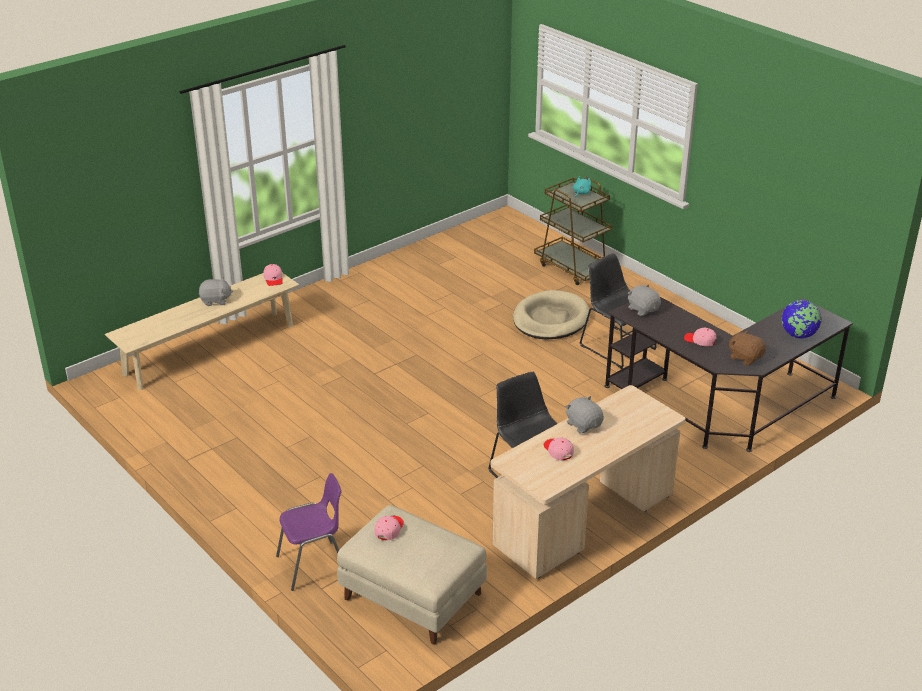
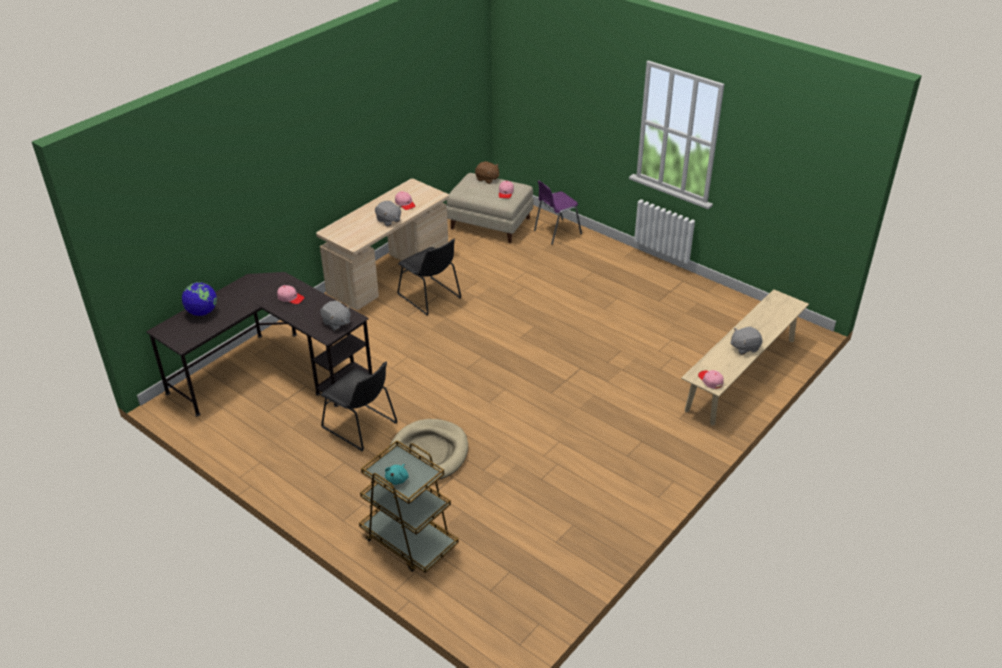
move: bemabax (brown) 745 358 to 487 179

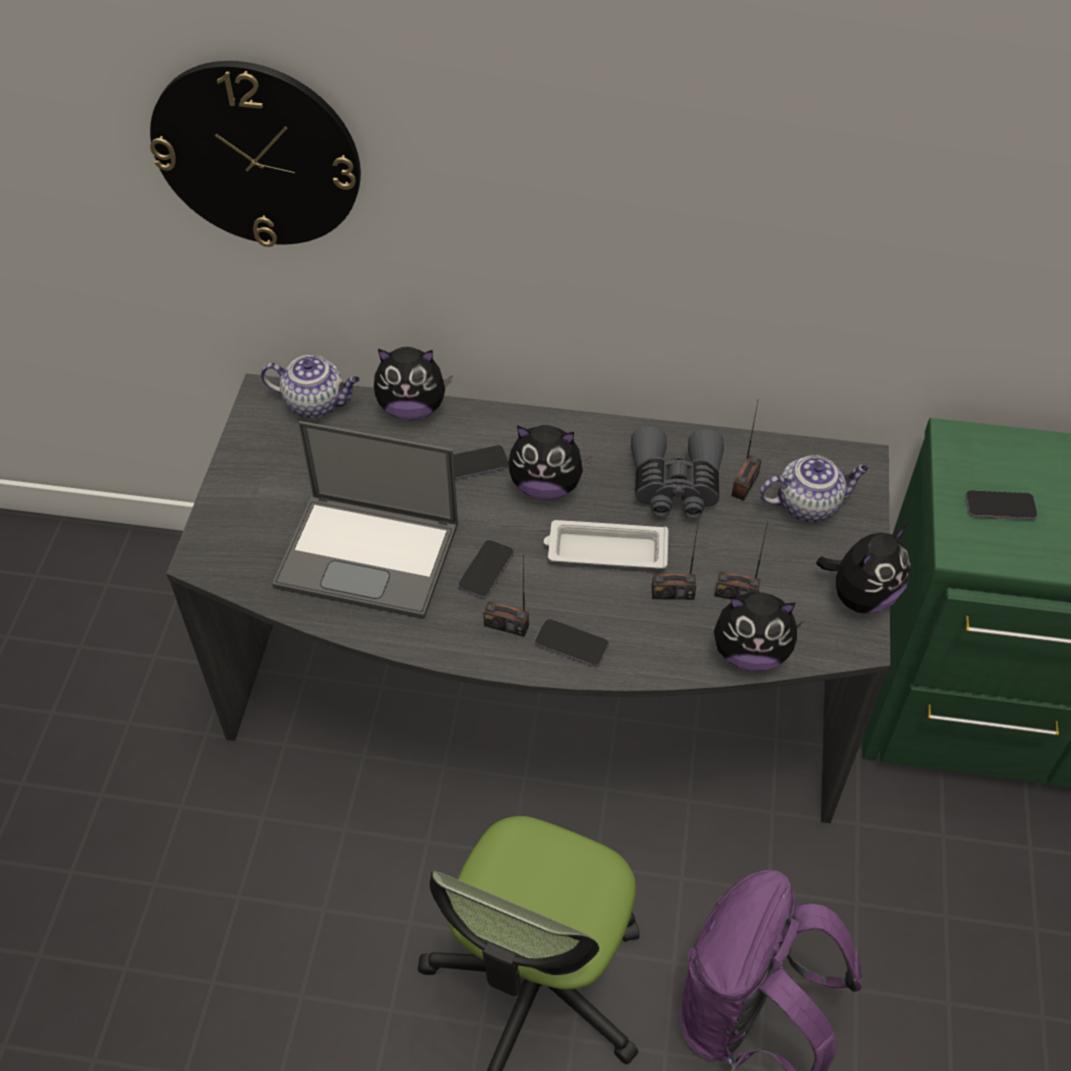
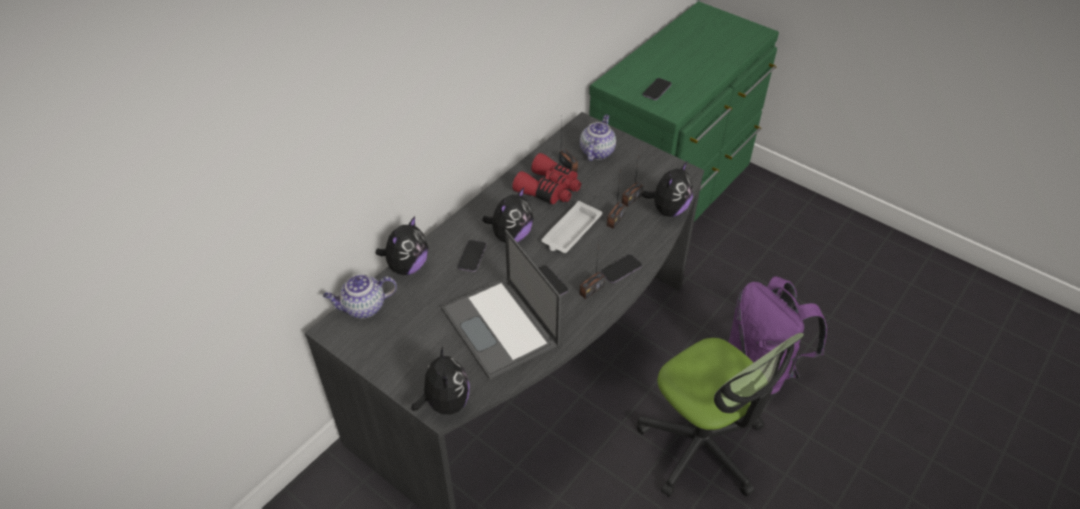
delete: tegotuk 257 154
move: bemabax 861 596 to 445 402
recolor: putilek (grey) 675 485 to putilek (red) 549 189
rotate: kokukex 316 403 = 363 307 150 degrees counterclockwise; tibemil 370 555 = 501 327 105 degrees clockwise

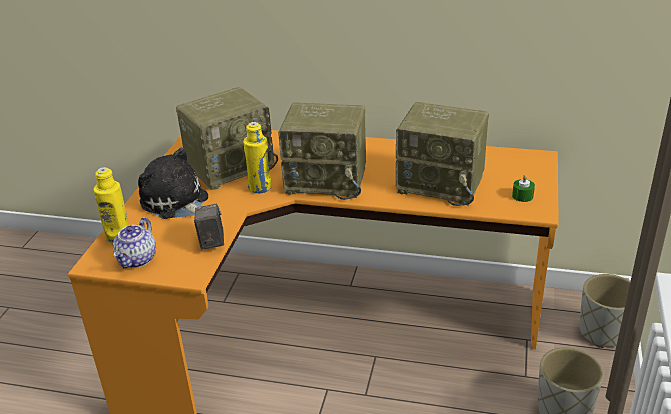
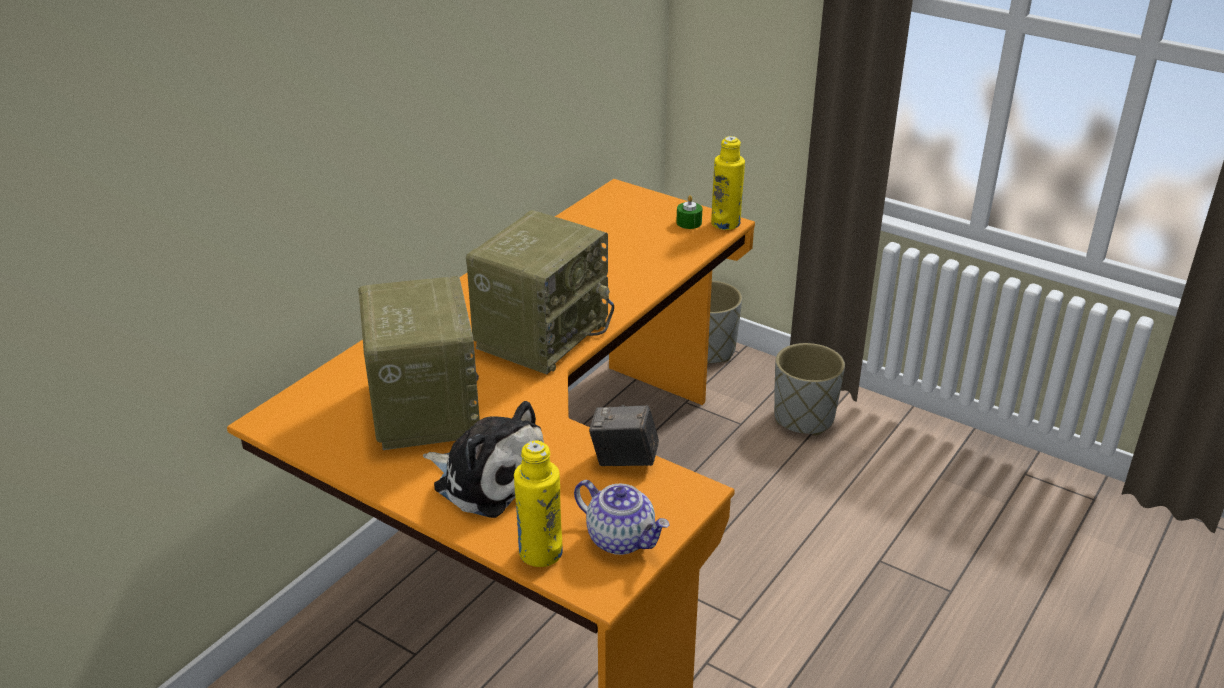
delete: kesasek 442 183
move: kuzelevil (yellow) 260 187 to 725 223
rotate: bemabax 176 203 = 487 477 120 degrees counterclockwise

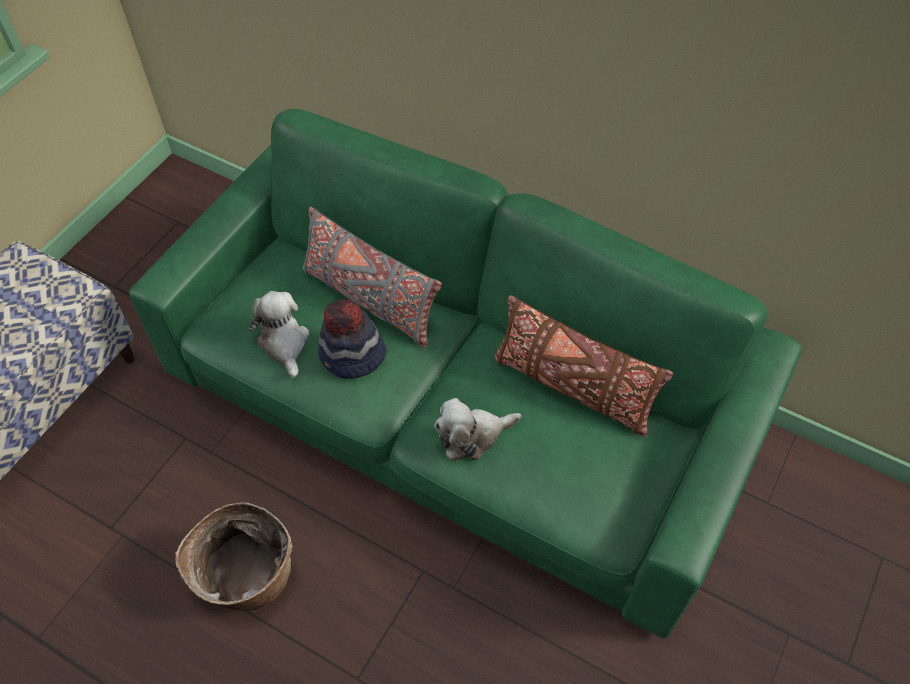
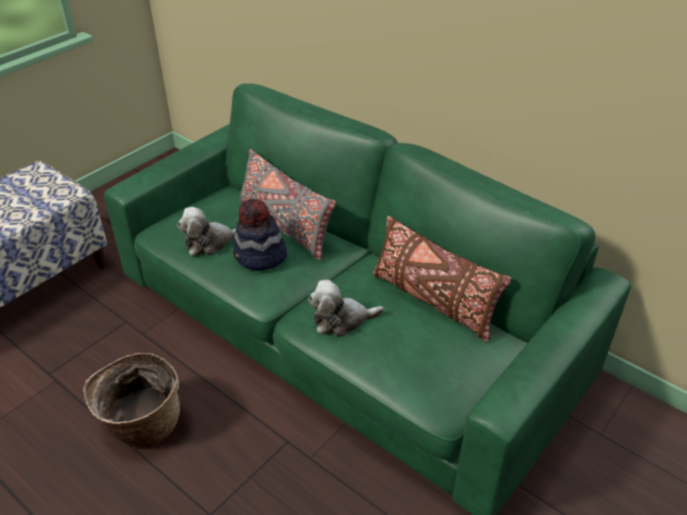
rotate: bemabax 284 343 = 210 242 105 degrees counterclockwise

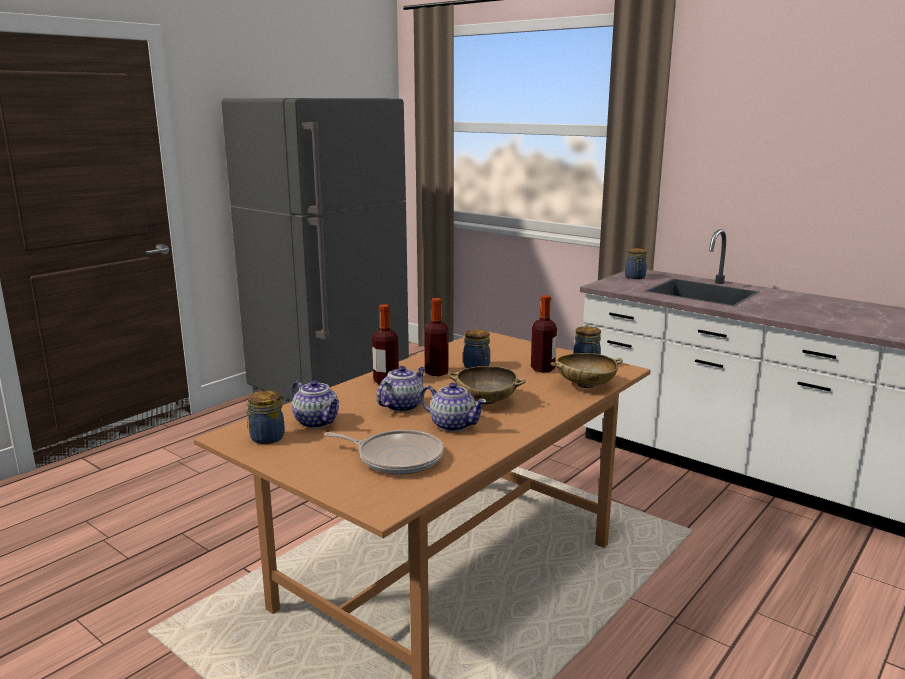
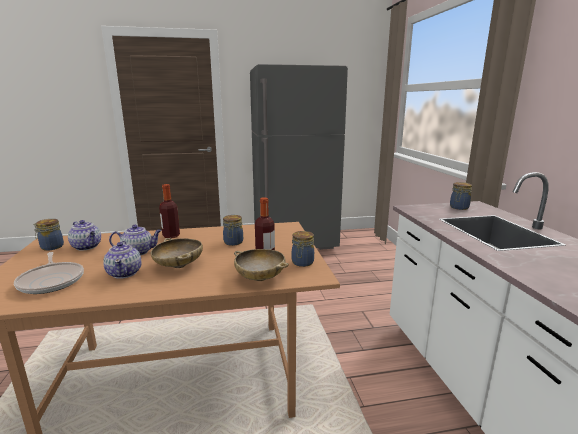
delete: kuzelevil 436 372
rotate: kokukex 317 422 = 87 247 45 degrees counterclockwise

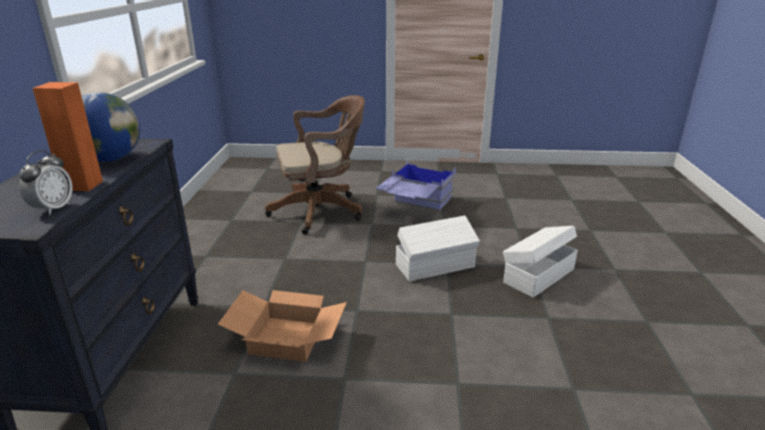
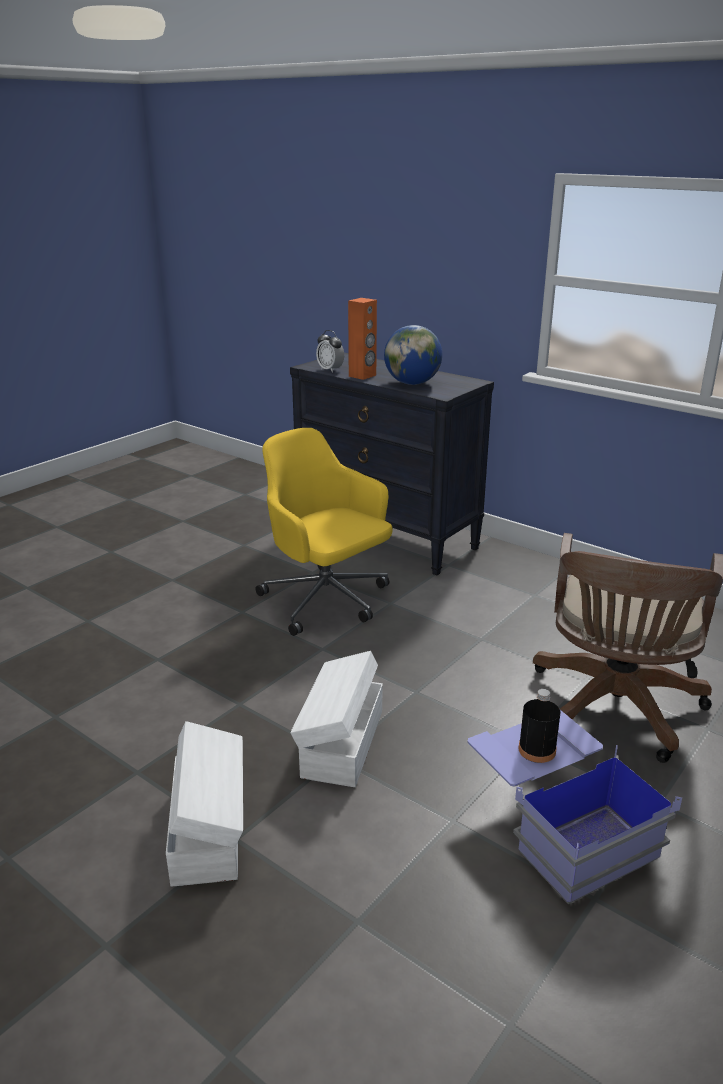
insert: kuzelevil (black) 537 750
replace: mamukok 285 339 to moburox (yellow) 326 601

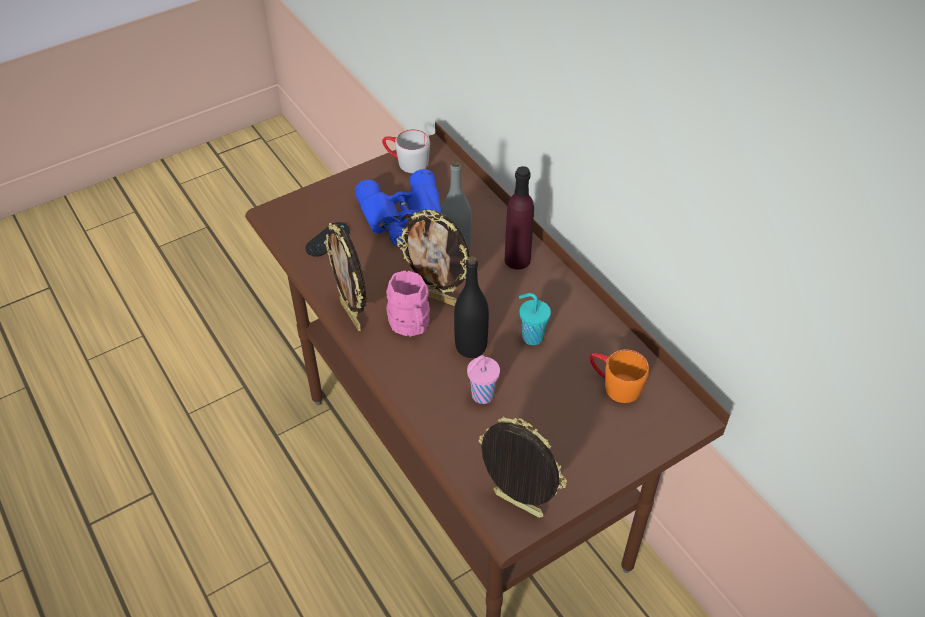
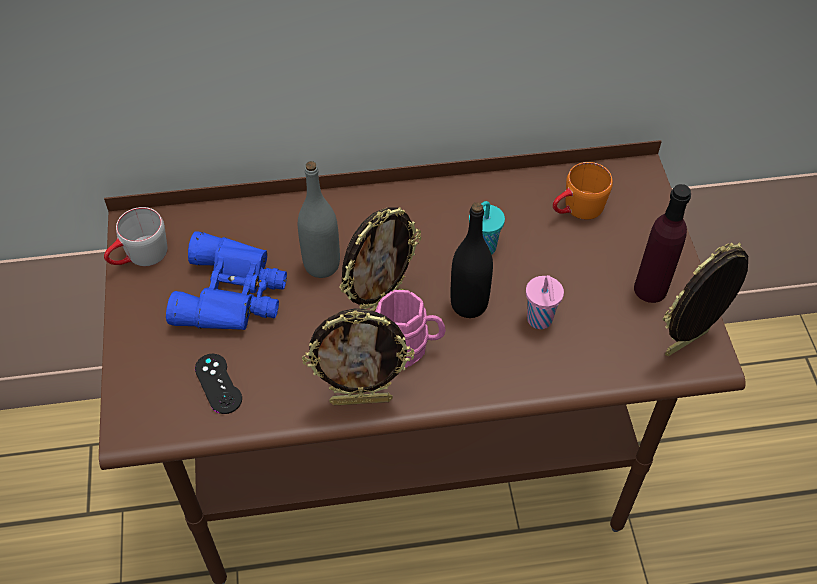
move: kuzelevil (purple) 517 260 to 650 289

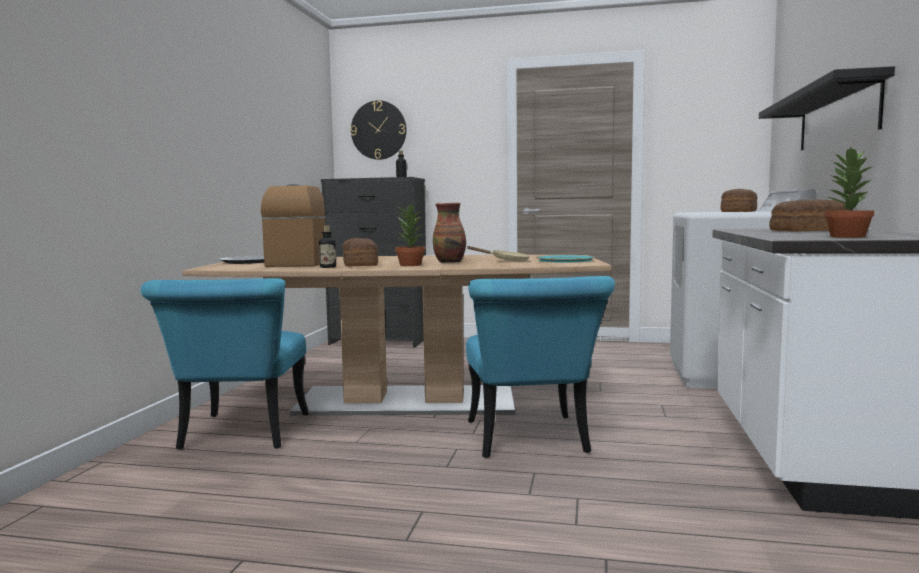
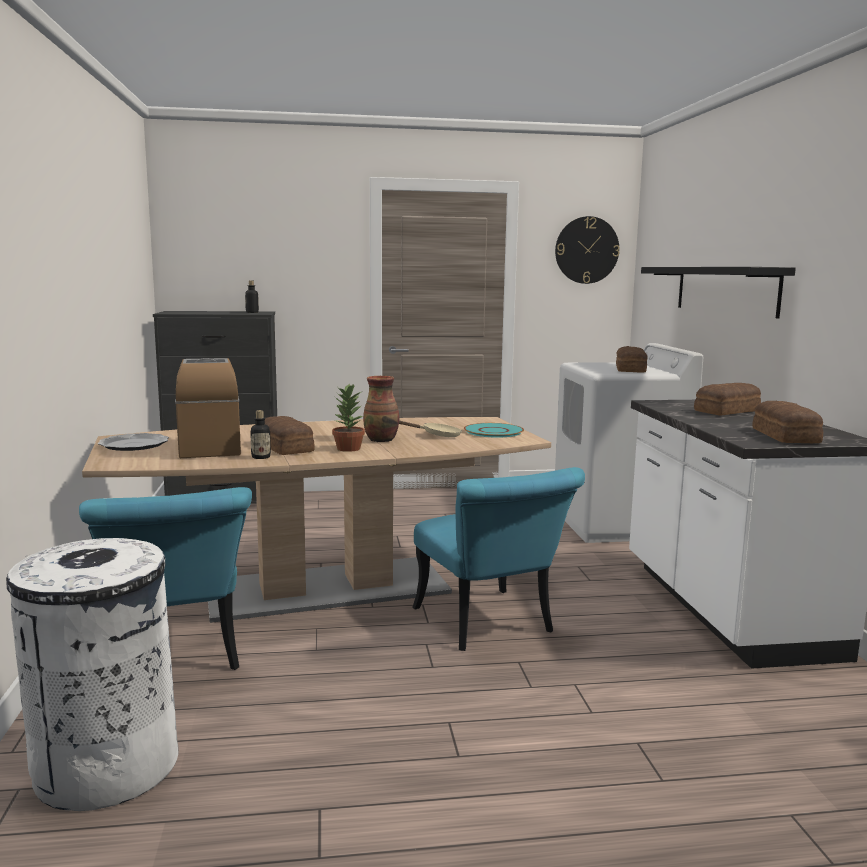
insert: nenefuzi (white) 106 767
move: tegotuk 378 130 to 586 250
replace: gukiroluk 846 236 to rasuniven 784 436

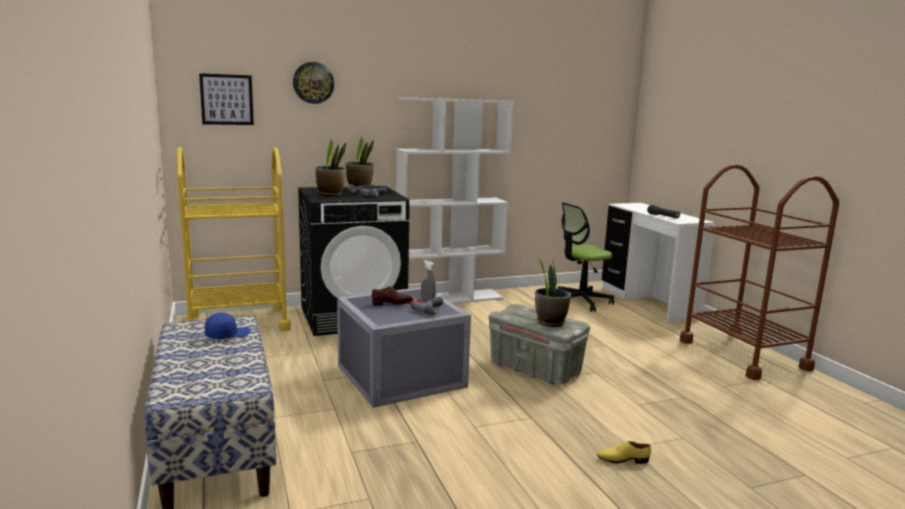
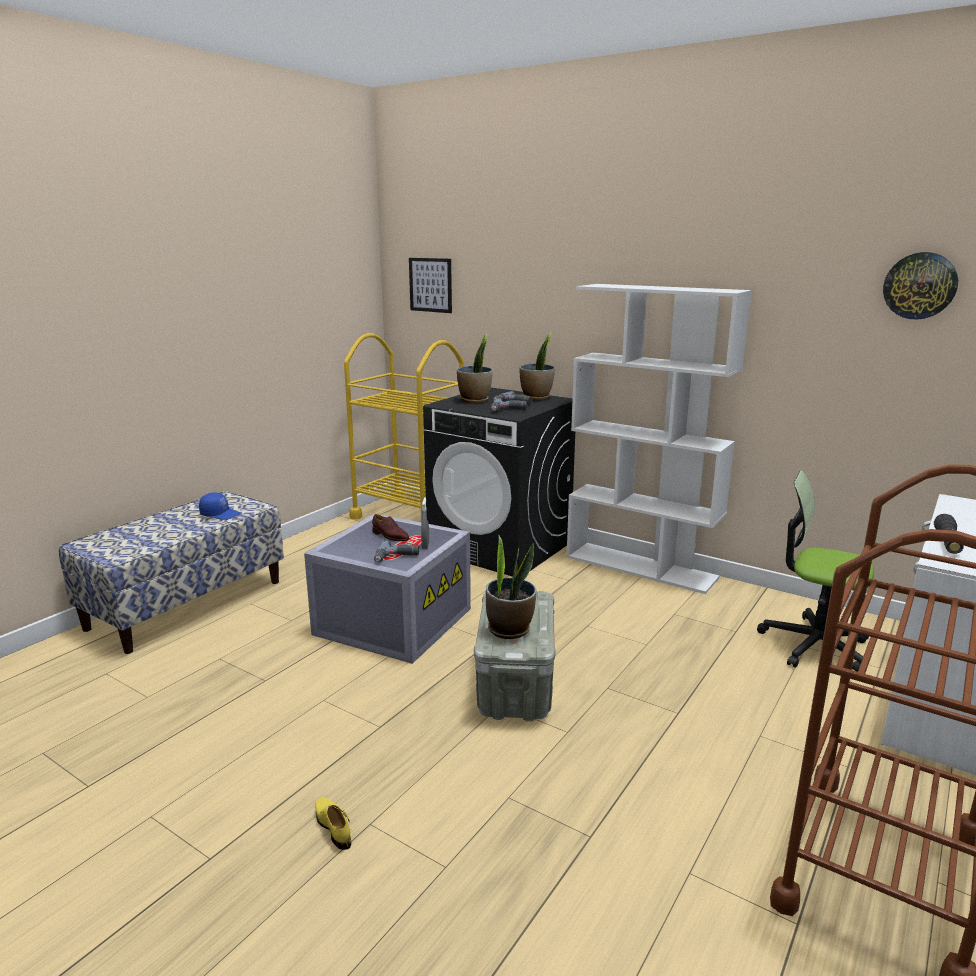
move: tegotuk 313 83 to 920 286

